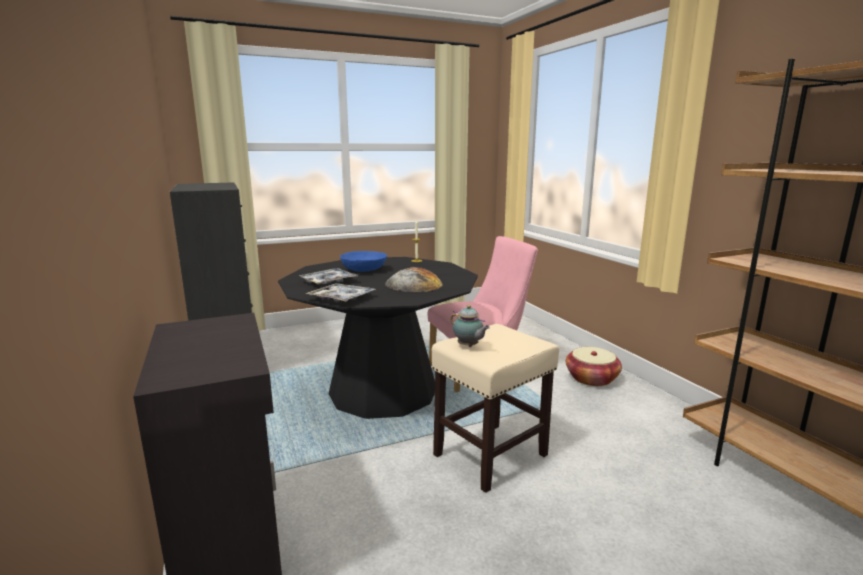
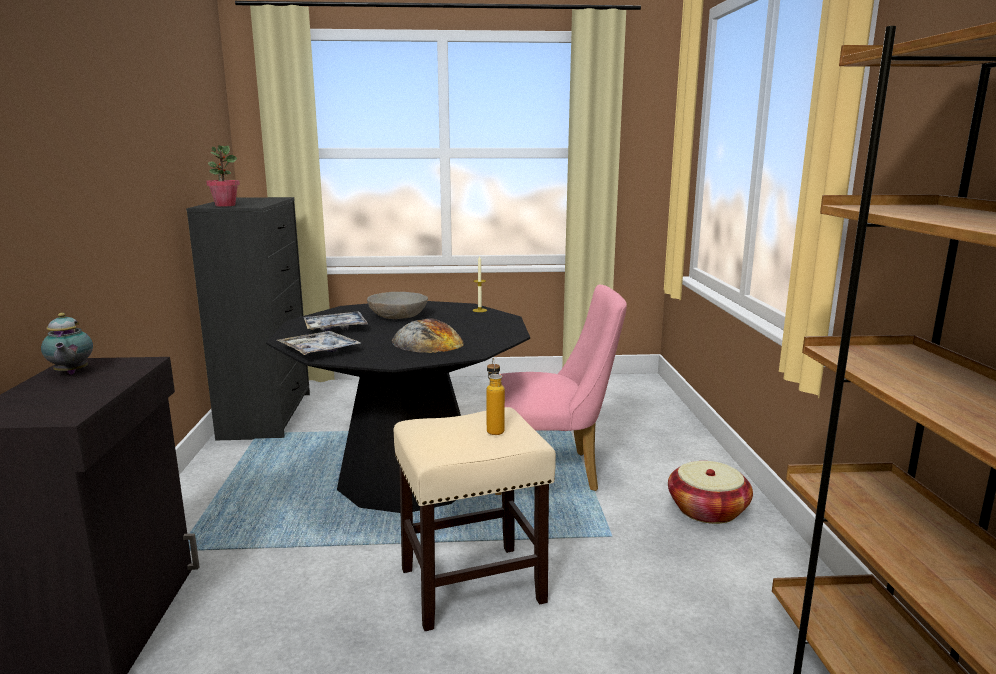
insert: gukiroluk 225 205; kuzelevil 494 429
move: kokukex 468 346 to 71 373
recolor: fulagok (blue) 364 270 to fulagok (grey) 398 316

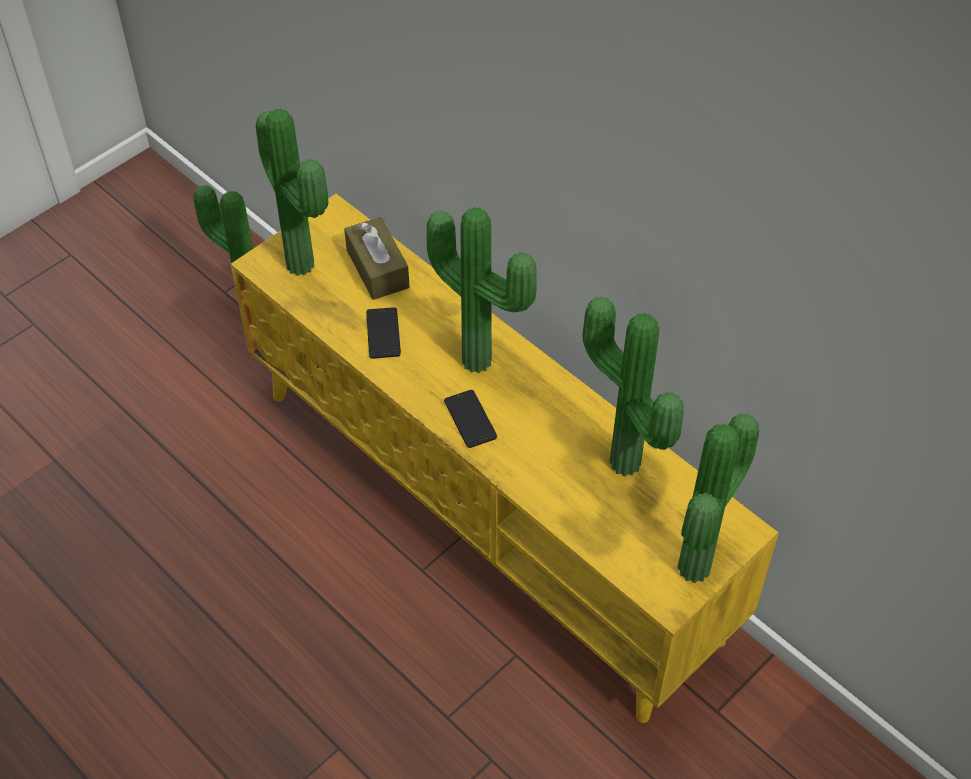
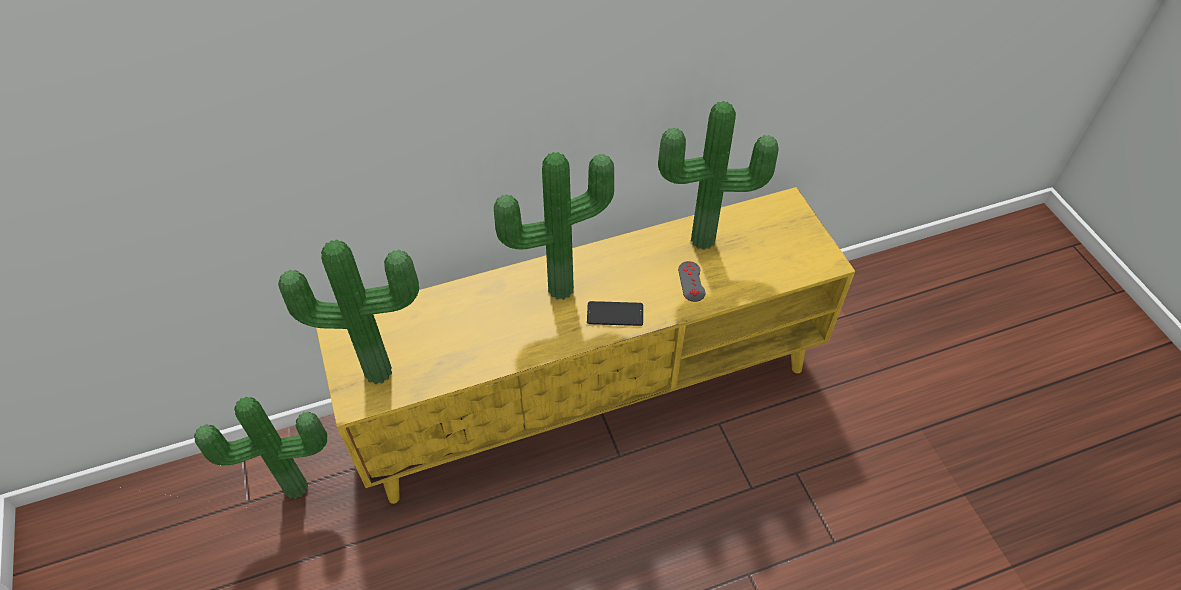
delete: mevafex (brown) 377 269; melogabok 383 333; gukiroluk 700 570
insert: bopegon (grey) 691 281

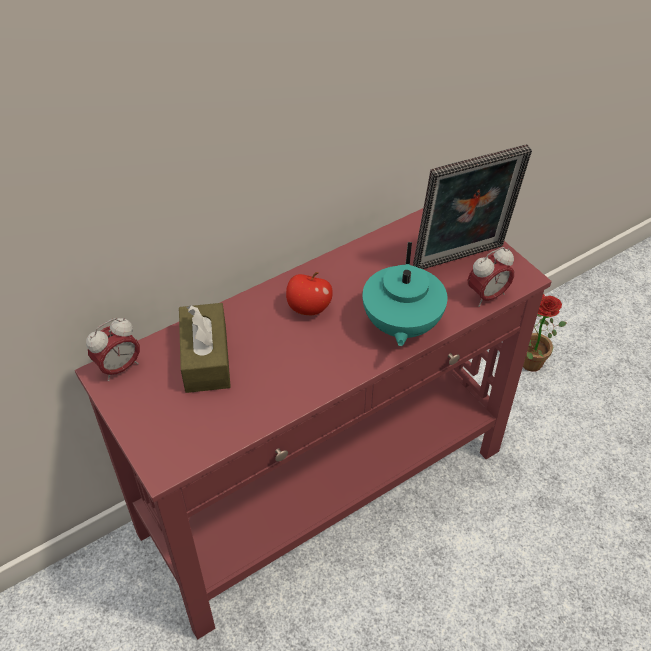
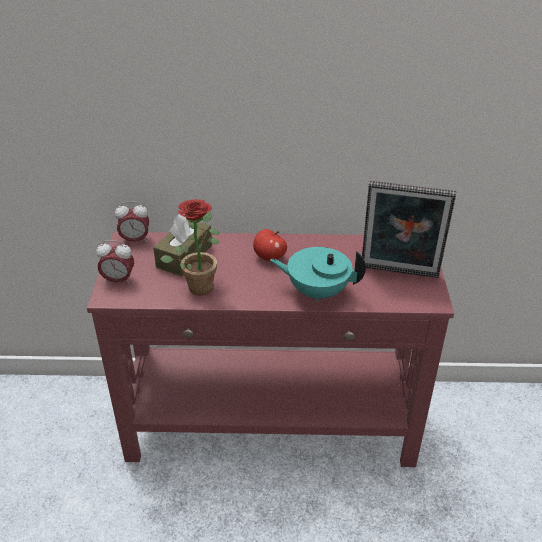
move: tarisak 487 296 to 118 280; gukiroluk 527 360 to 200 284
rotate: kokukex (turquoise) 400 326 = 317 291 60 degrees clockwise

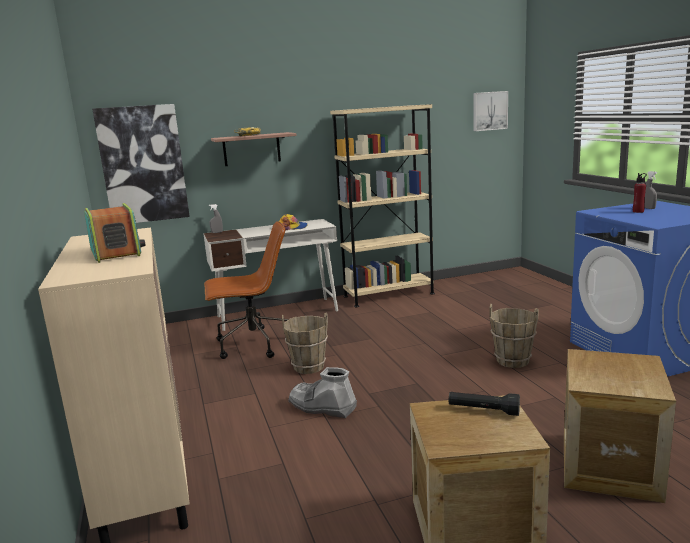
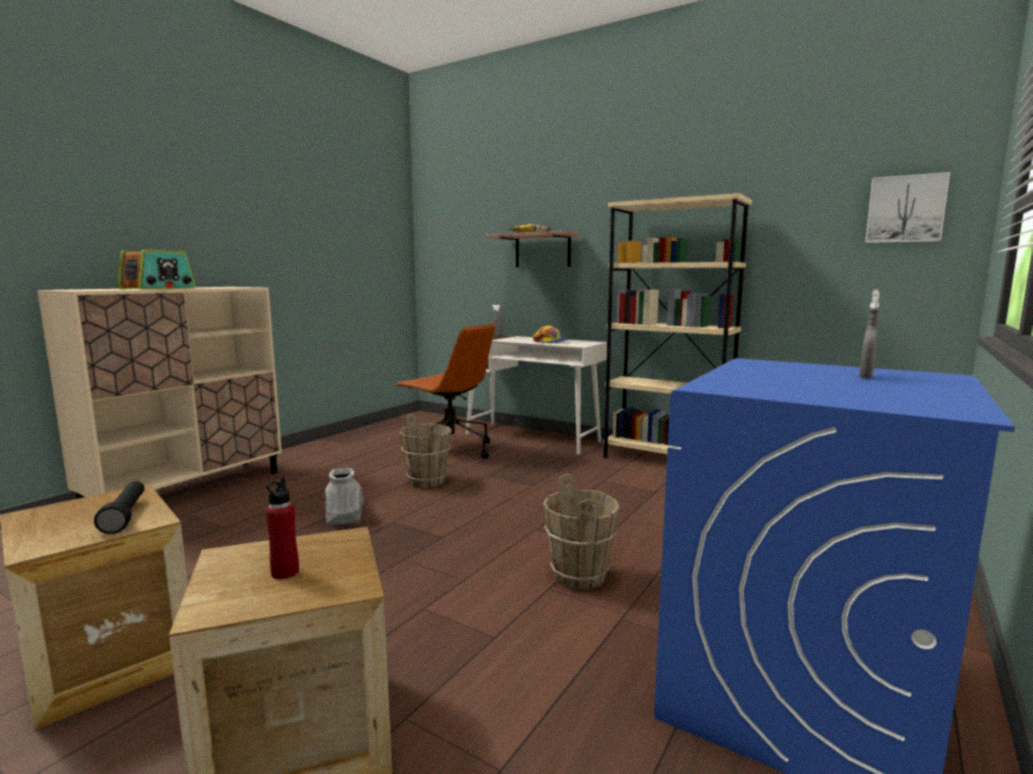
delete: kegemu 143 164
move: kuzelevil (red) 638 211 to 285 572

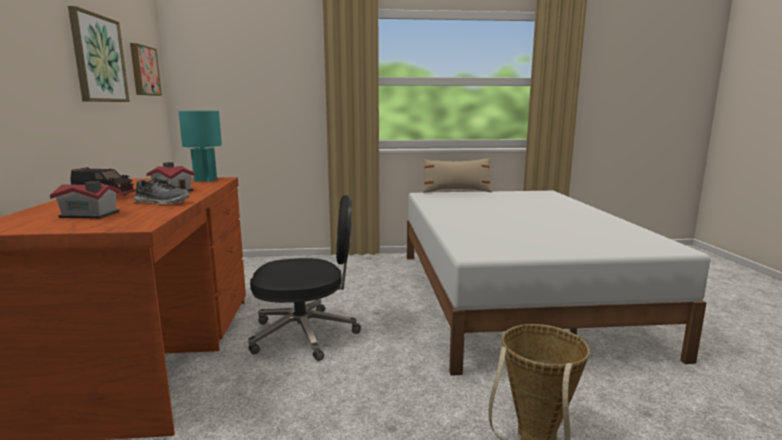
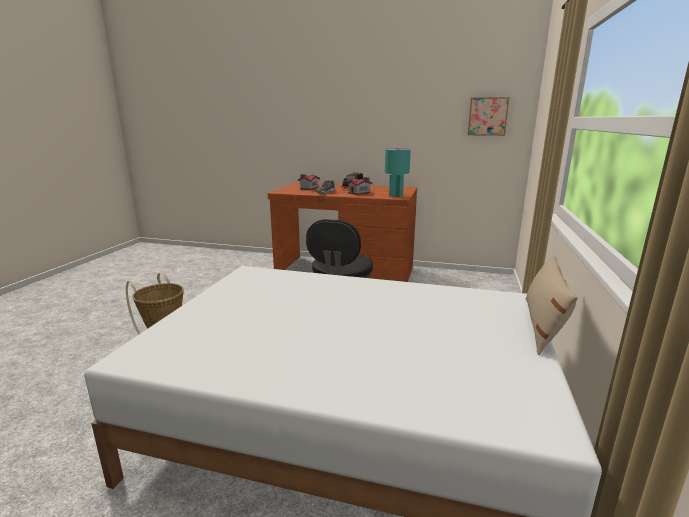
delete: kegemu 98 59

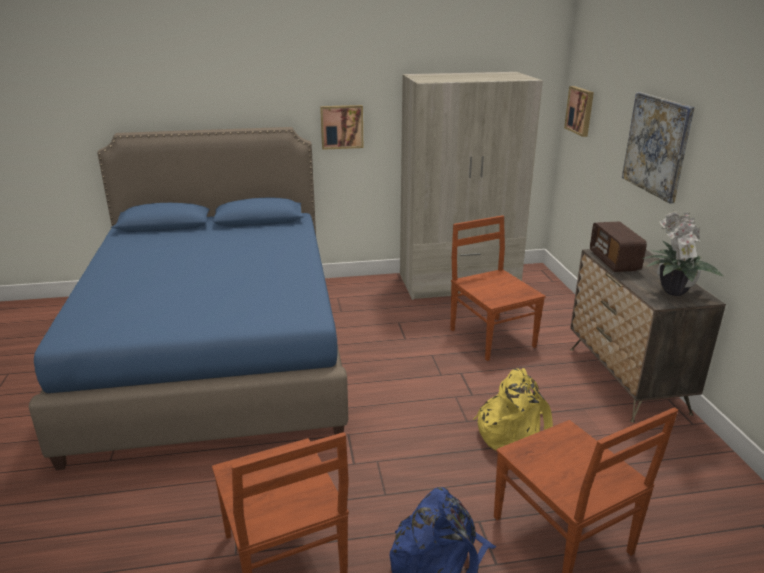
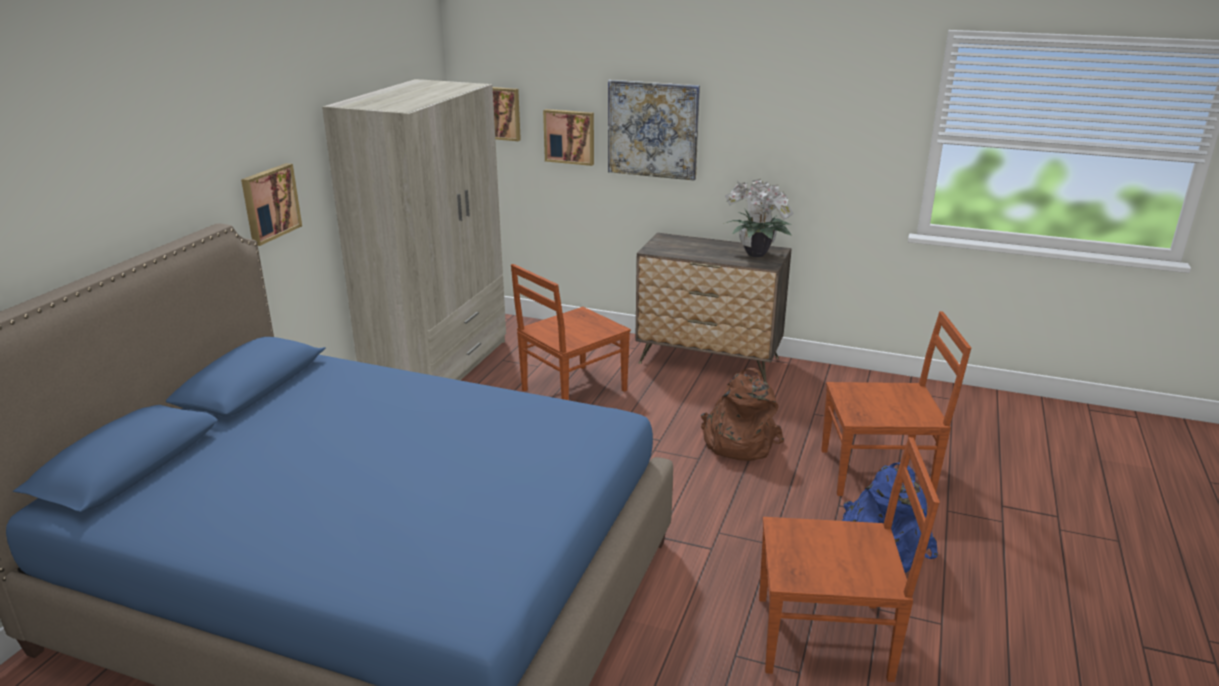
delete: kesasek 614 261
insert: kegemu 570 136
recolor: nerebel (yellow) 513 433 to nerebel (brown) 737 442
rotate: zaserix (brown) 491 337 = 572 391 45 degrees counterclockwise

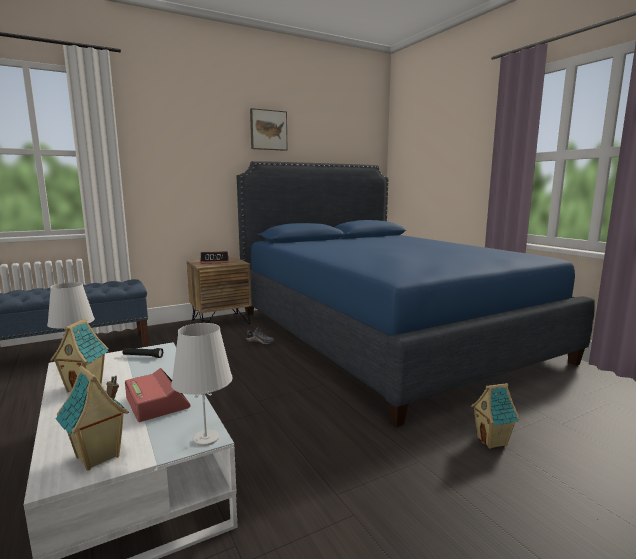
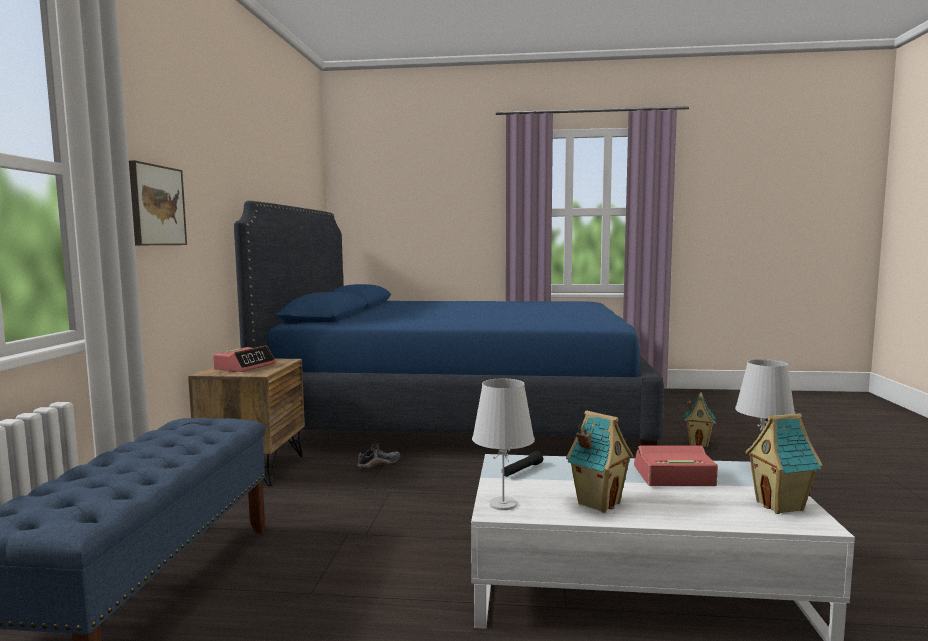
move: kegemu 268 130 to 153 205

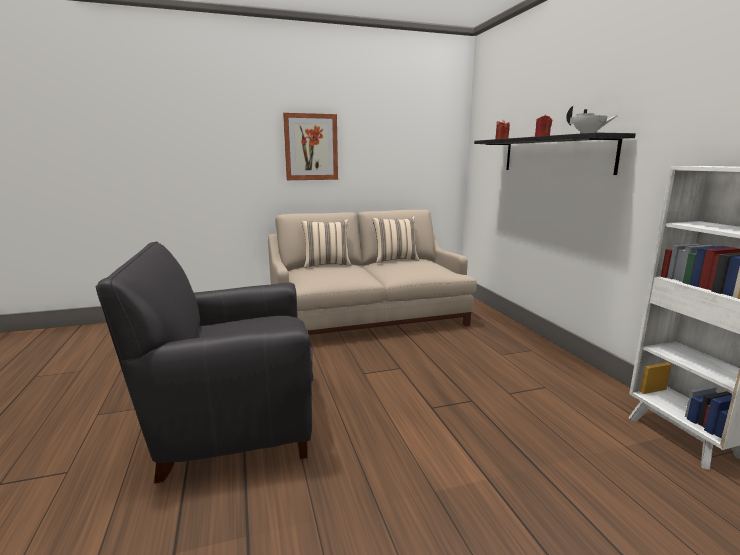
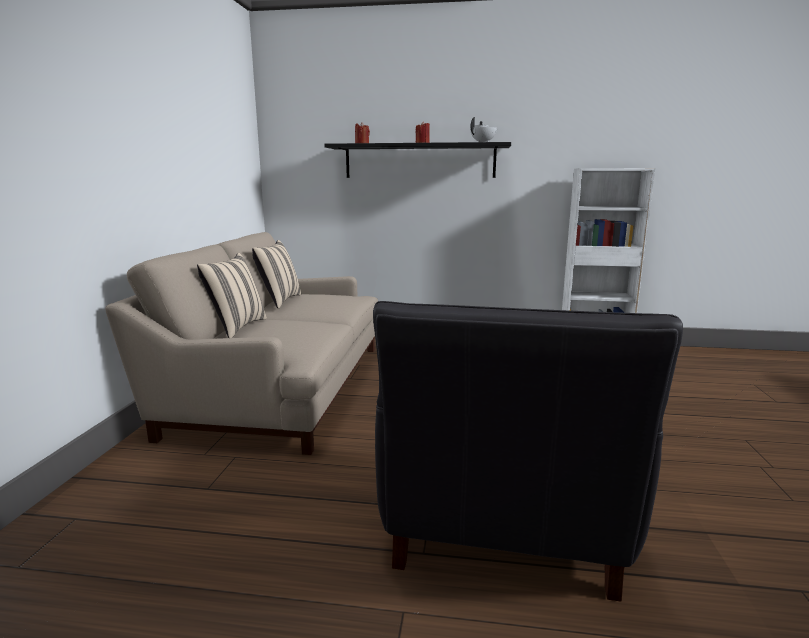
delete: kegemu 311 147

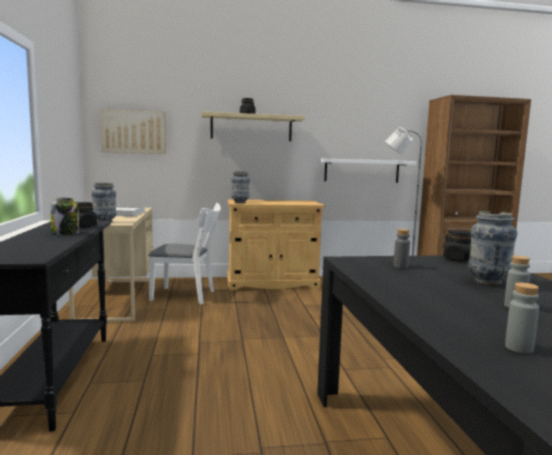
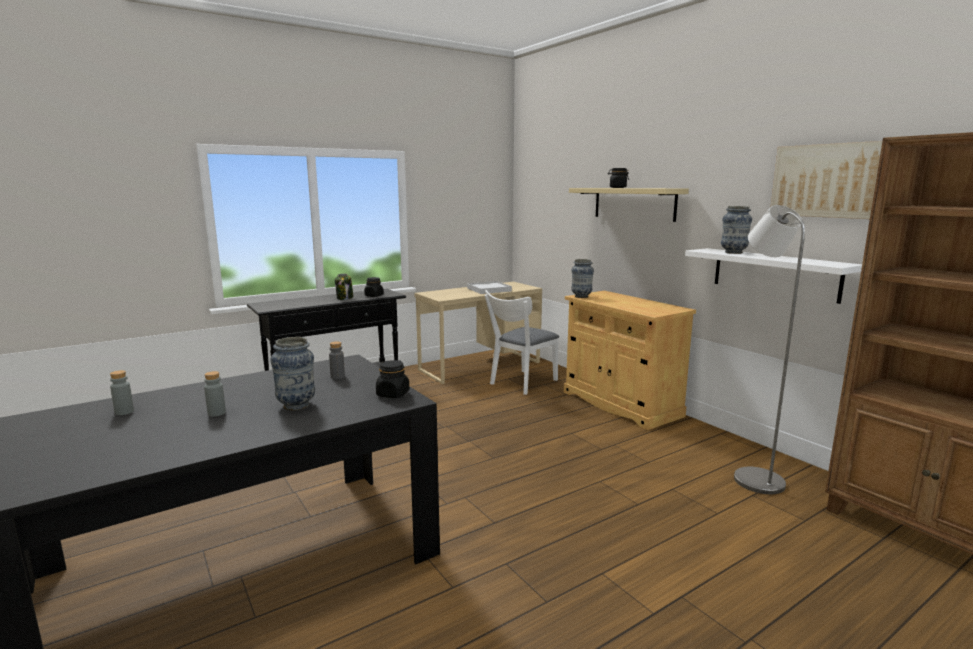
move: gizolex 105 222 to 733 252; kegemu 133 132 to 828 181
rotate: zaserix (white) 188 296 = 520 383 60 degrees clockwise

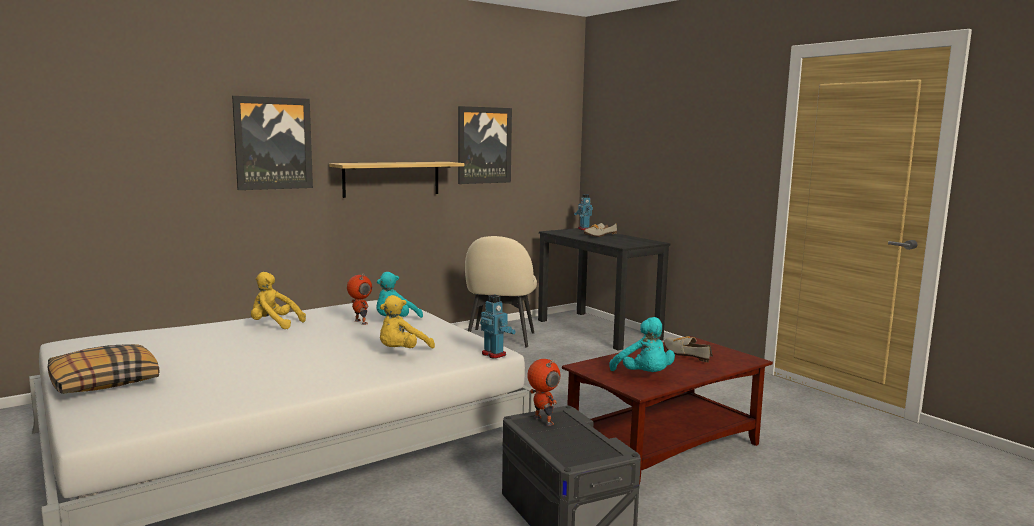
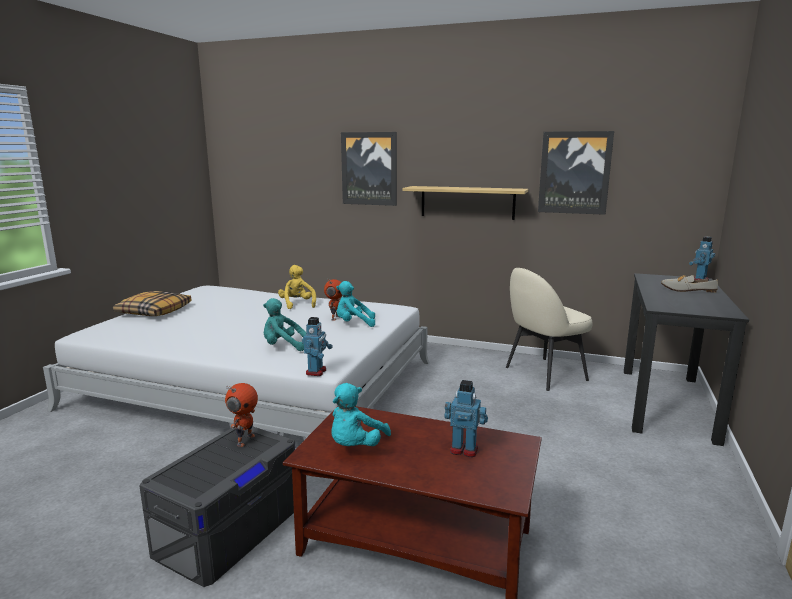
replace: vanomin 685 354 to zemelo 464 449
recolor: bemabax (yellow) 402 352 to bemabax (turquoise) 283 346

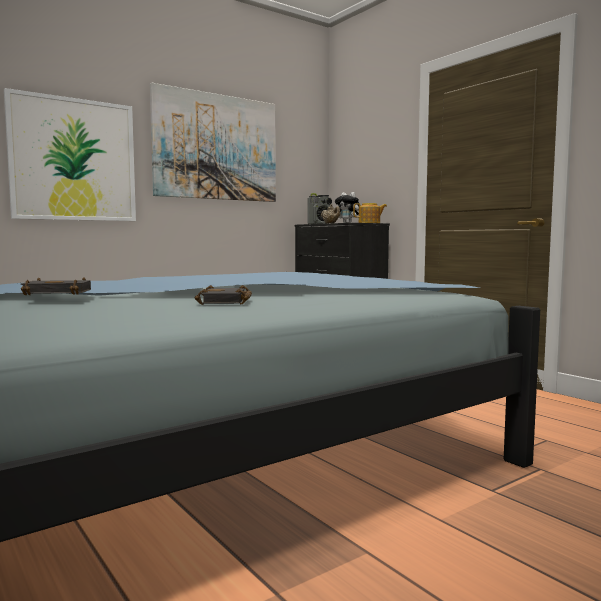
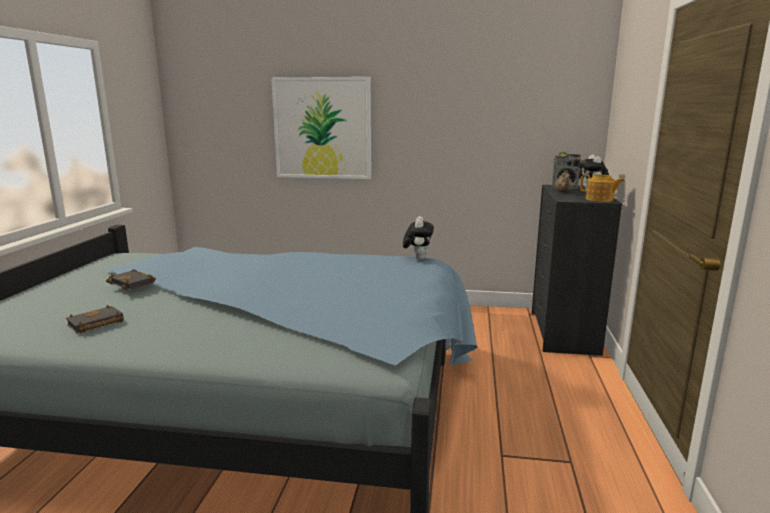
delete: kegemu 216 147
insert: bemabax 418 258
move: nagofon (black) 226 302 to 95 324

